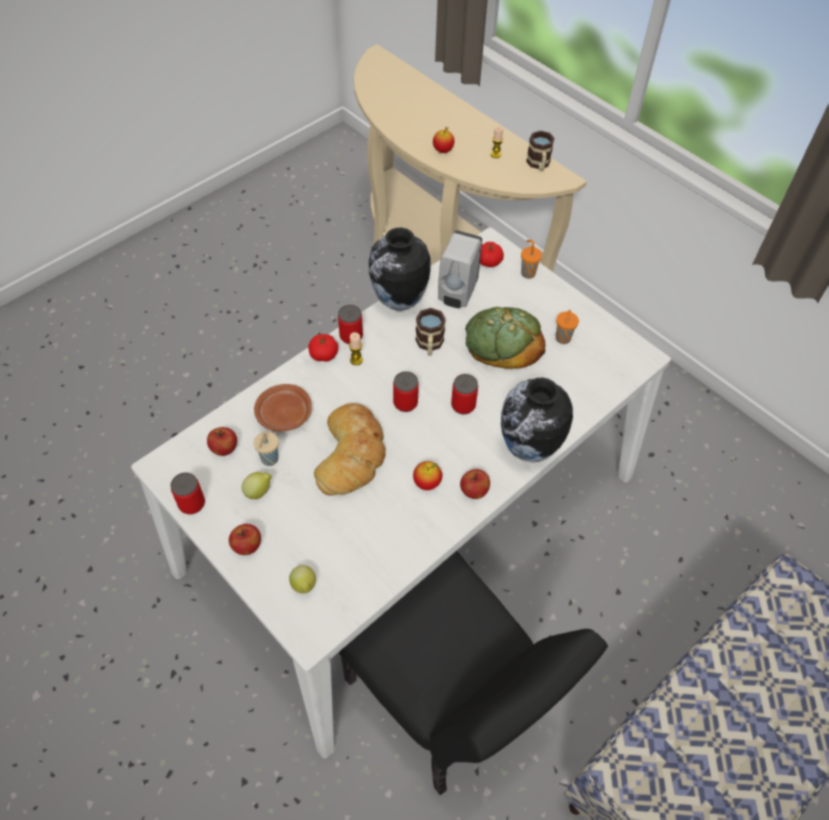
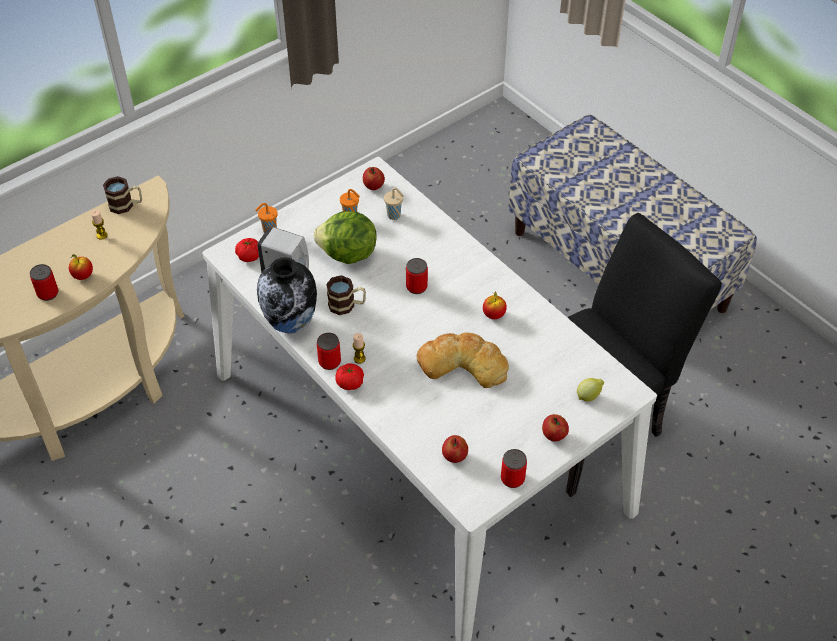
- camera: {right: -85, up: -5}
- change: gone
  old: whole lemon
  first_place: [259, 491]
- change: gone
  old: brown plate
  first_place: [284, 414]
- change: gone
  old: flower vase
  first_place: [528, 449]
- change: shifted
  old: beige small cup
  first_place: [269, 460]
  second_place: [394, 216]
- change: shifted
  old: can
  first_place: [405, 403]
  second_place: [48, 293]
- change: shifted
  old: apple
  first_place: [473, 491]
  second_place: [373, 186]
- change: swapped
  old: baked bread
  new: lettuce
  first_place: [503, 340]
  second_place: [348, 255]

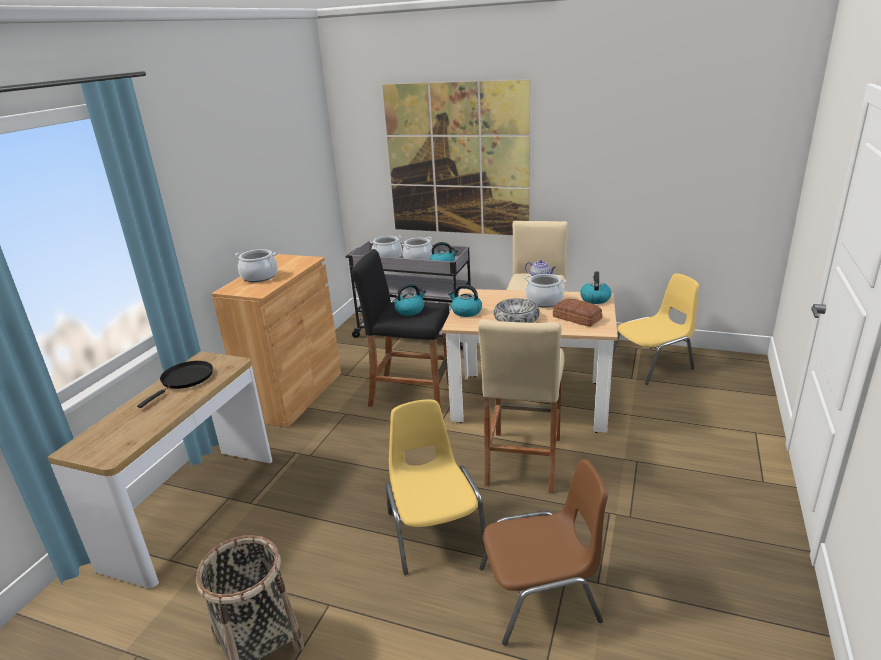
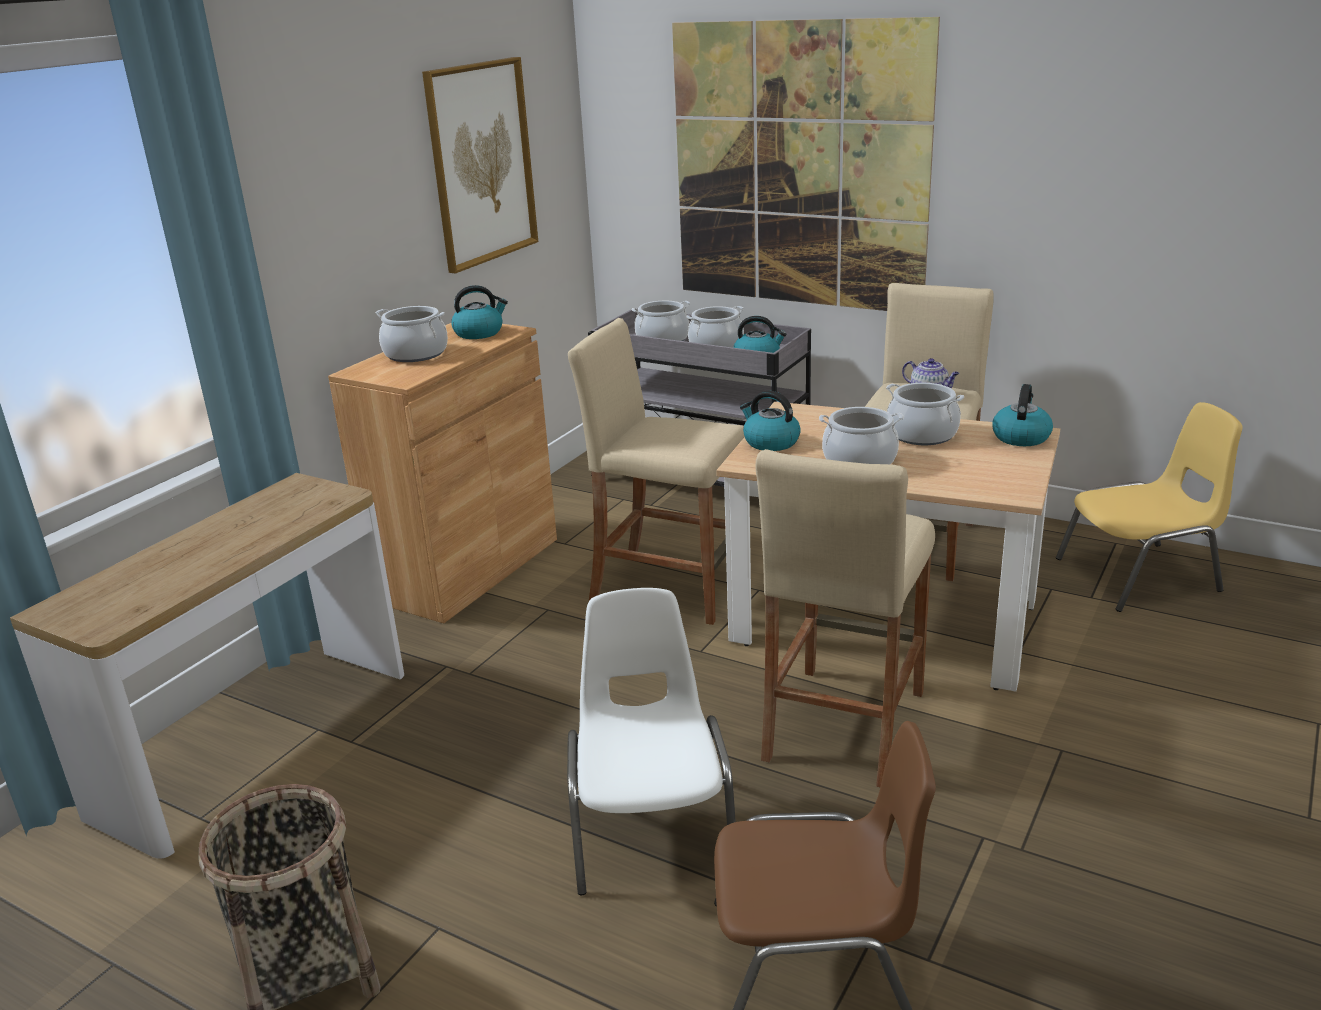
- camera: {right: 10, up: 0}
- change: gone
  old: black-coloured frying pan
  first_place: [185, 380]
- change: gone
  old: baked bread
  first_place: [577, 318]
- change: new
  new: wall picture
  second_place: [481, 163]
- change: shifted
  old: water kettle
  first_place: [410, 310]
  second_place: [479, 333]
- change: swapped
  old: bowl
  new: stockpot
  first_place: [516, 318]
  second_place: [859, 461]
- change: repainted
  old: black-coloured stool seat
  new: beige stool seat
  first_place: [411, 394]
  second_place: [670, 588]
- change: repainted
  old: yellowish upright chair
  new: white-coloured upright chair
  first_place: [434, 530]
  second_place: [651, 827]

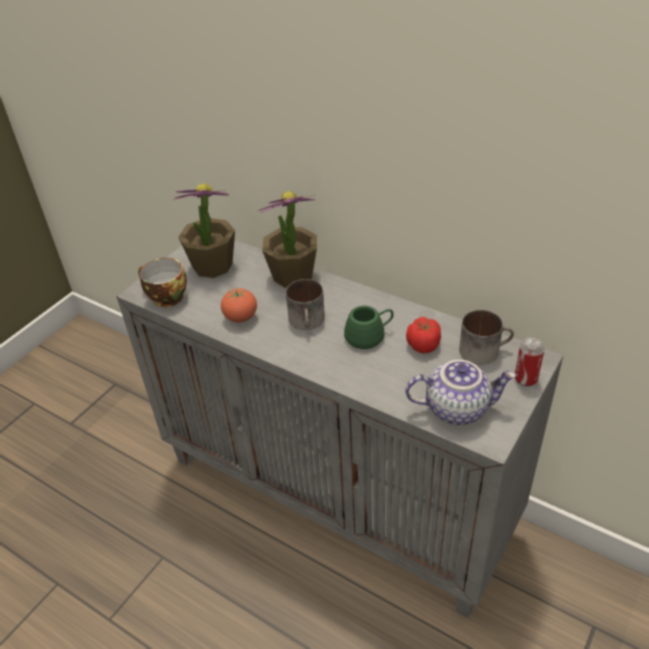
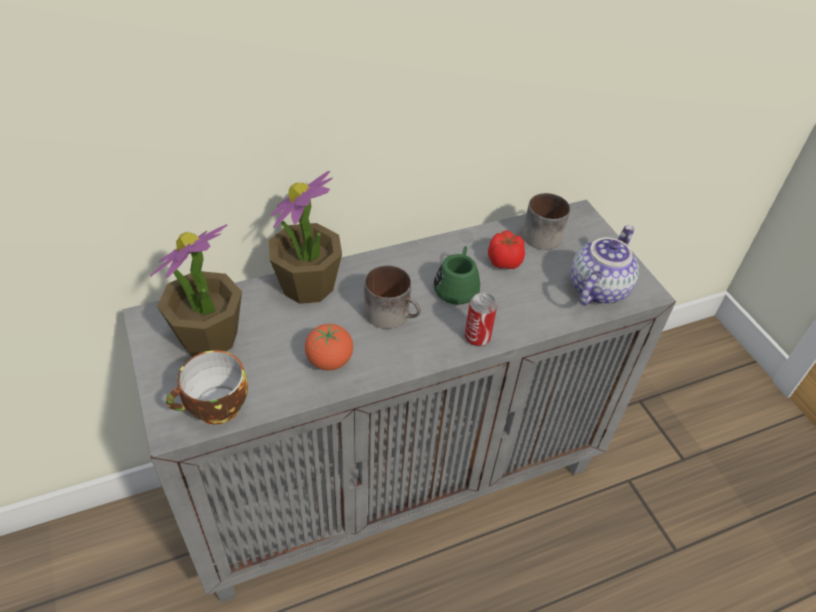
- camera: {right: -60, up: 5}
- change: shifted
  old: can
  first_place: [525, 379]
  second_place: [477, 337]

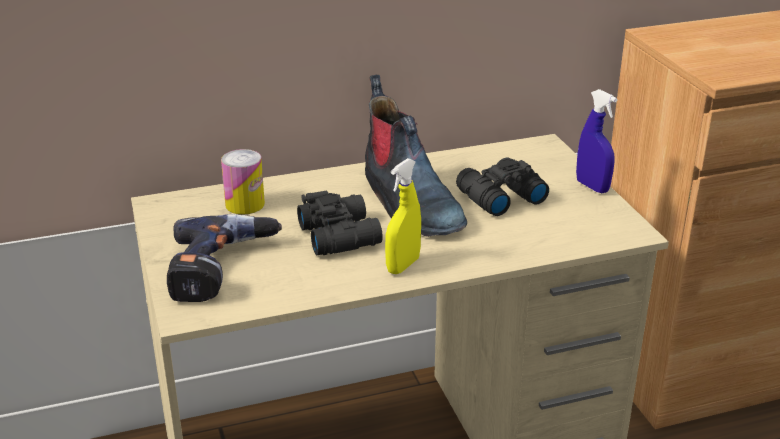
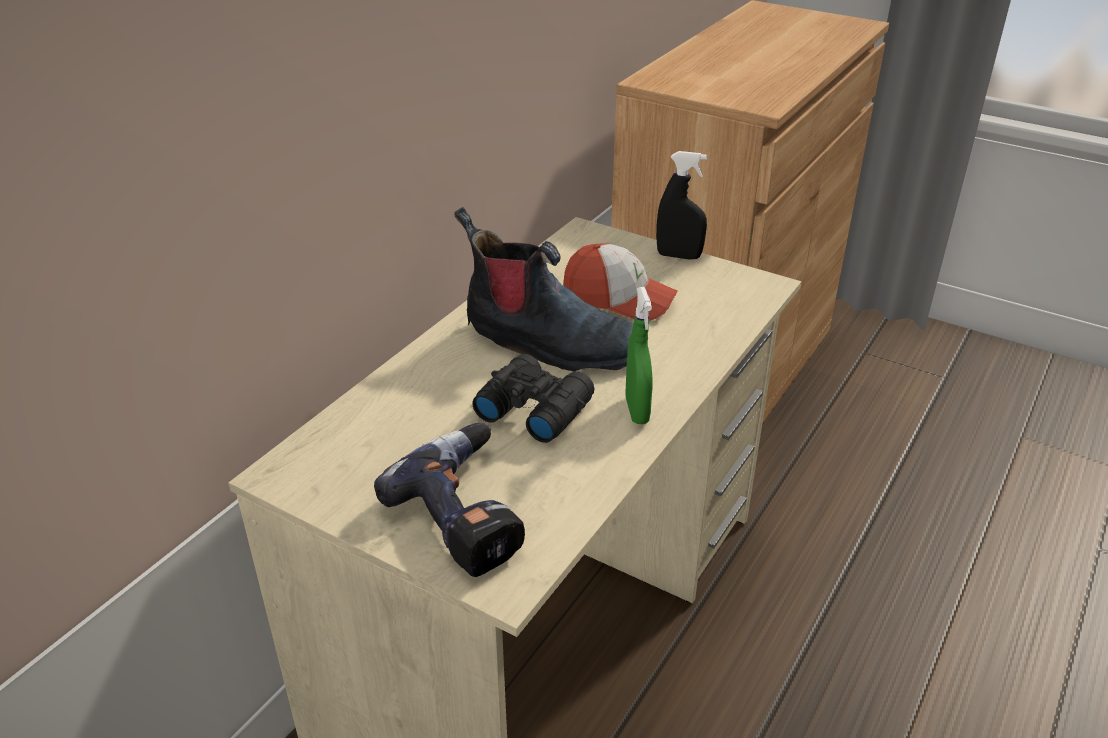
- camera: {right: -40, up: 5}
- change: gone
  old: can
  first_place: [245, 204]
- change: swapped
  old: black-coloured binoculars
  new: cap
  first_place: [498, 197]
  second_place: [618, 300]
- change: repainted
  old: yellowish hand sprayer
  new: green hand sprayer
  first_place: [403, 265]
  second_place: [637, 410]
- change: repainted
  old: bluish hand sprayer
  new: black-coloured hand sprayer
  first_place: [592, 186]
  second_place: [679, 256]

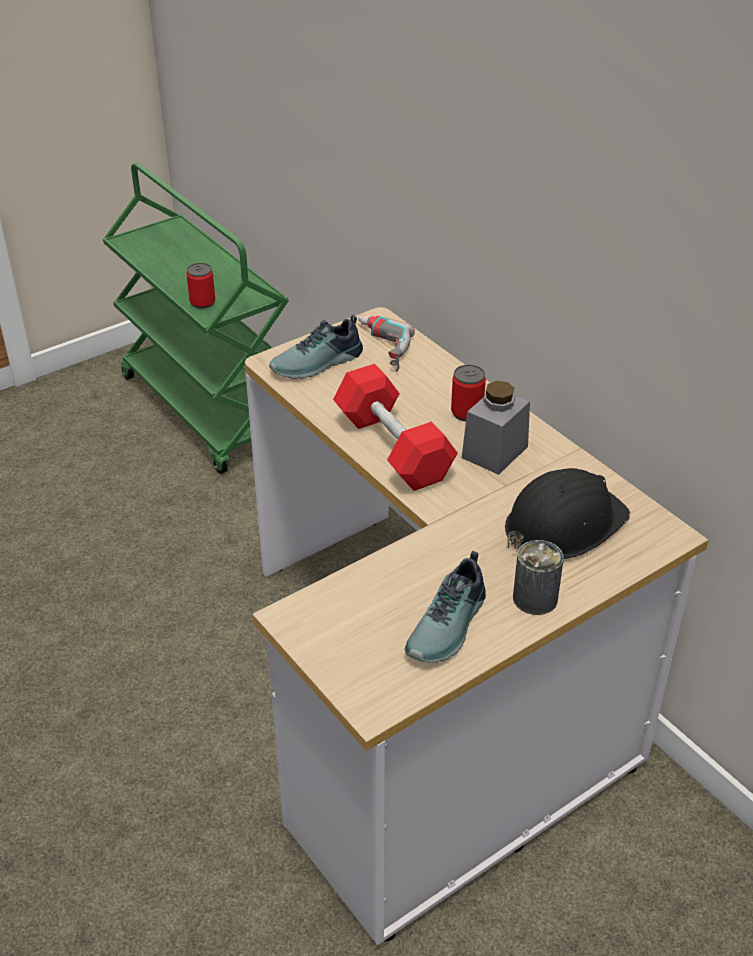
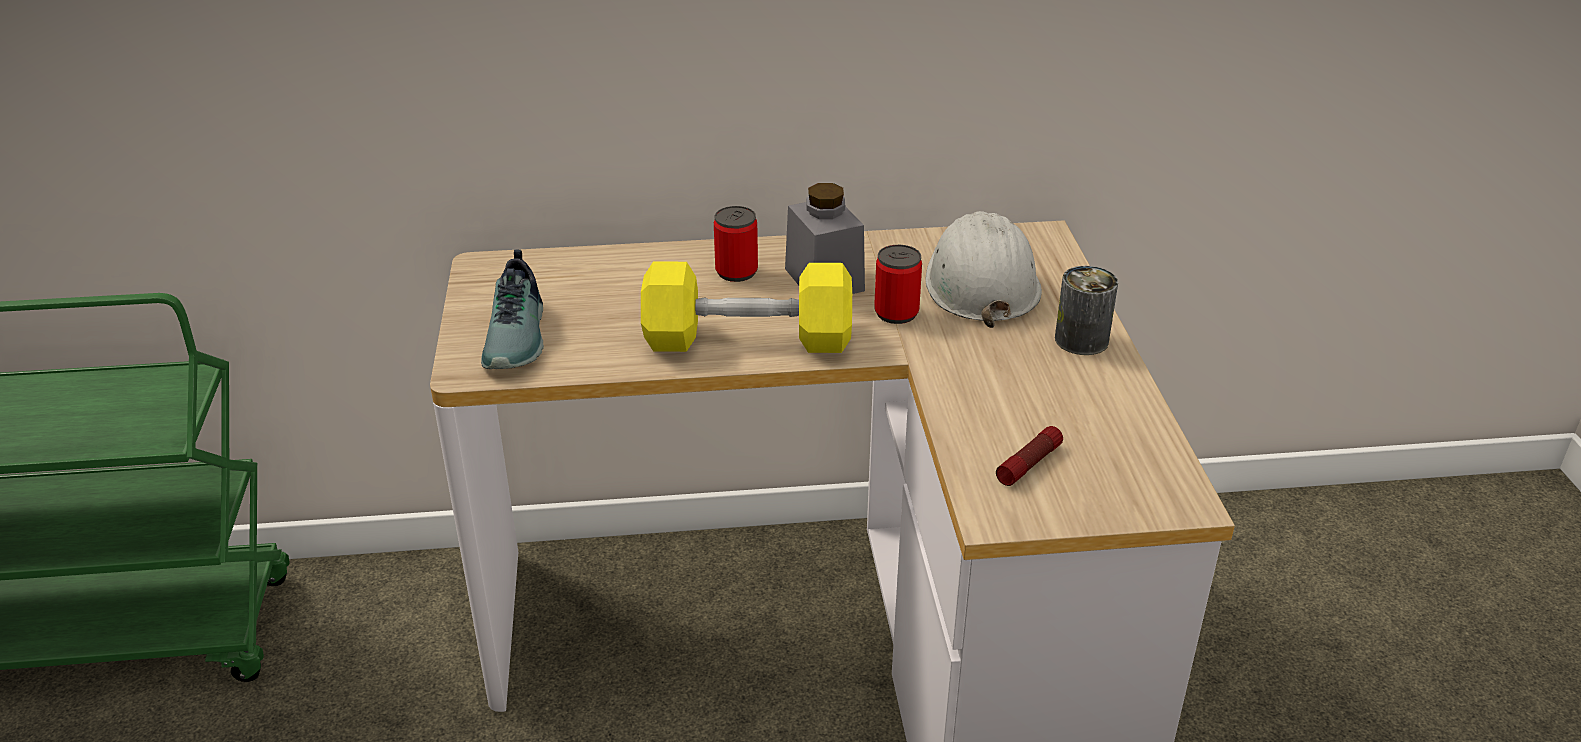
- camera: {right: -60, up: -5}
- change: gone
  old: power drill
  first_place: [378, 348]
- change: gone
  old: low shoe
  first_place: [450, 626]
- change: new
  new: torch
  second_place: [1029, 464]
- change: shifted
  old: can
  first_place: [202, 302]
  second_place: [896, 313]
- change: repainted
  old: red dumbbell
  new: yellowish dumbbell
  first_place: [393, 447]
  second_place: [748, 339]
- change: repainted
  old: black-coloured hard hat
  new: white-coloured hard hat
  first_place: [563, 524]
  second_place: [980, 283]

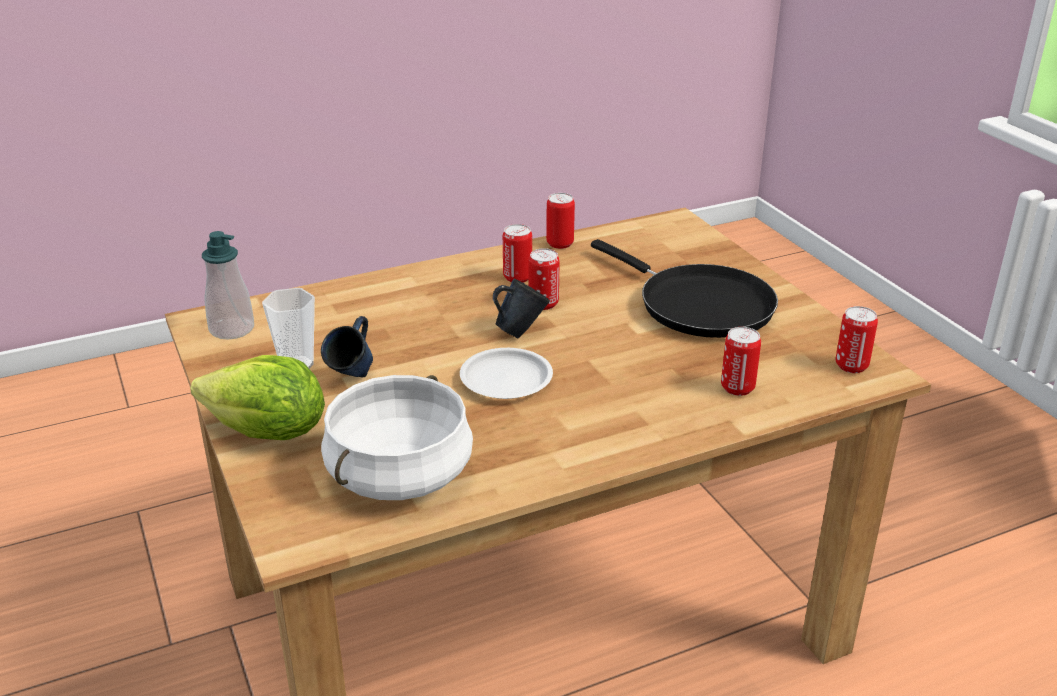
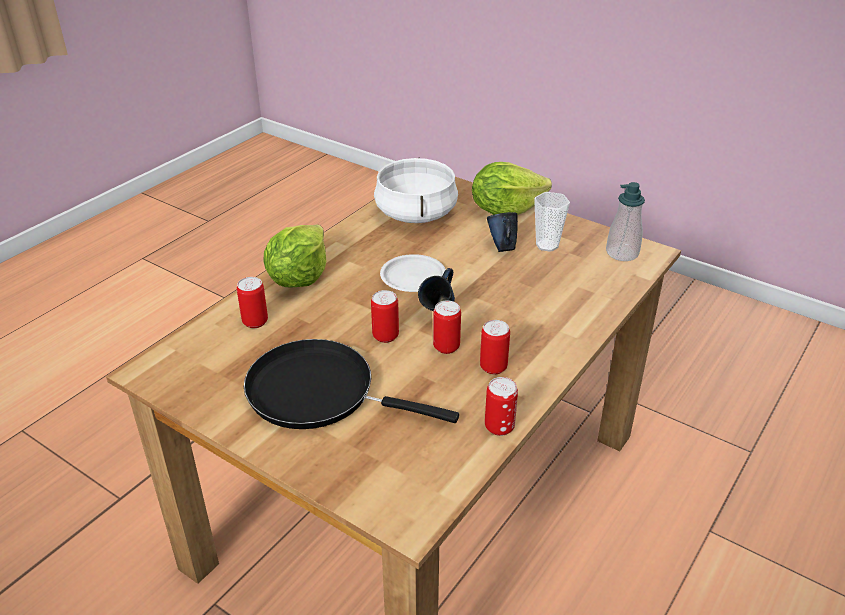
- camera: {right: 150, up: 5}
- change: new
  new: lettuce
  second_place: [299, 277]
- change: shifted
  old: can
  first_place: [851, 366]
  second_place: [385, 336]

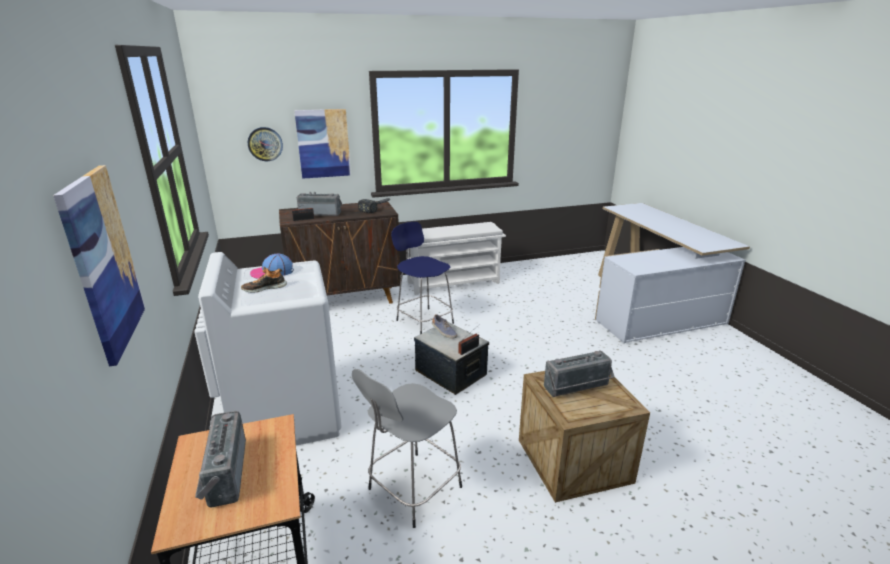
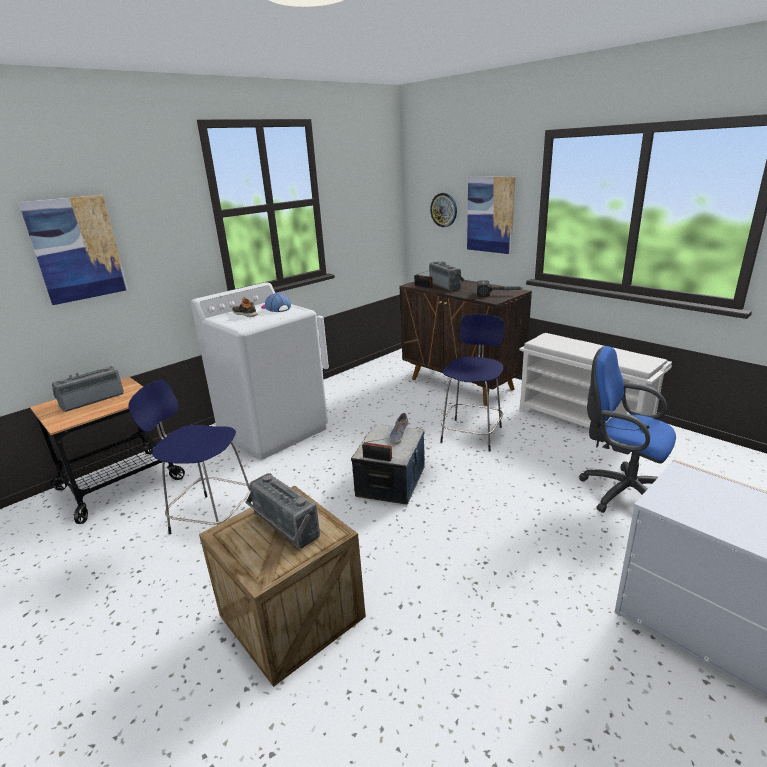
- camera: {right: 65, up: 0}
- change: new
  new: bluish computer chair
  second_place: [621, 492]
- change: repainted
  old: greyish stool seat
  new: bluish stool seat
  first_place: [412, 490]
  second_place: [211, 518]

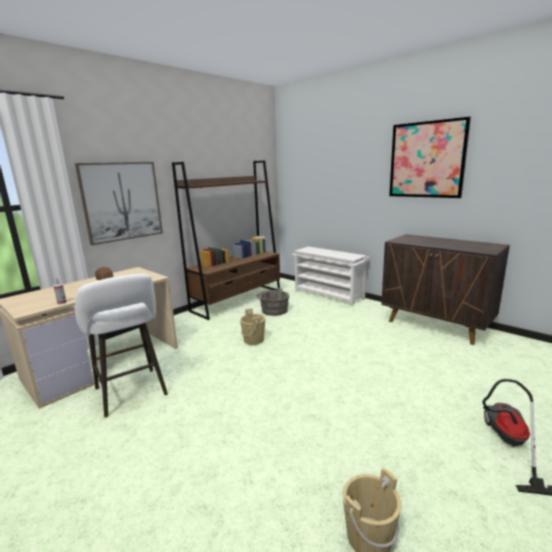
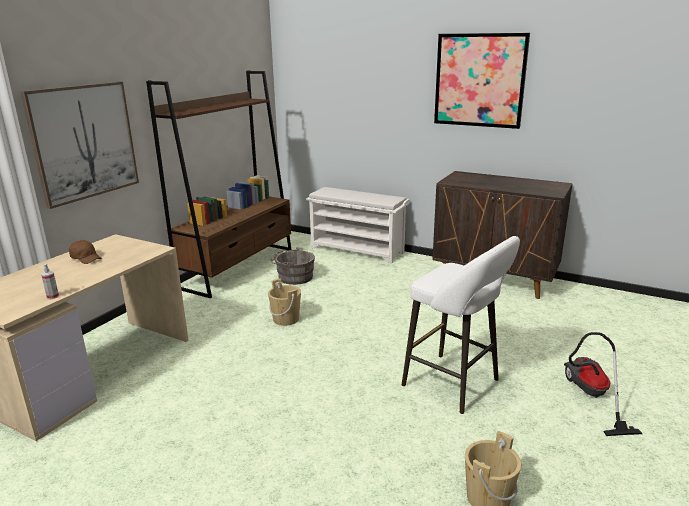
- camera: {right: -15, up: 5}
- change: shifted
  old: white-coloured stool seat
  first_place: [132, 393]
  second_place: [455, 384]

